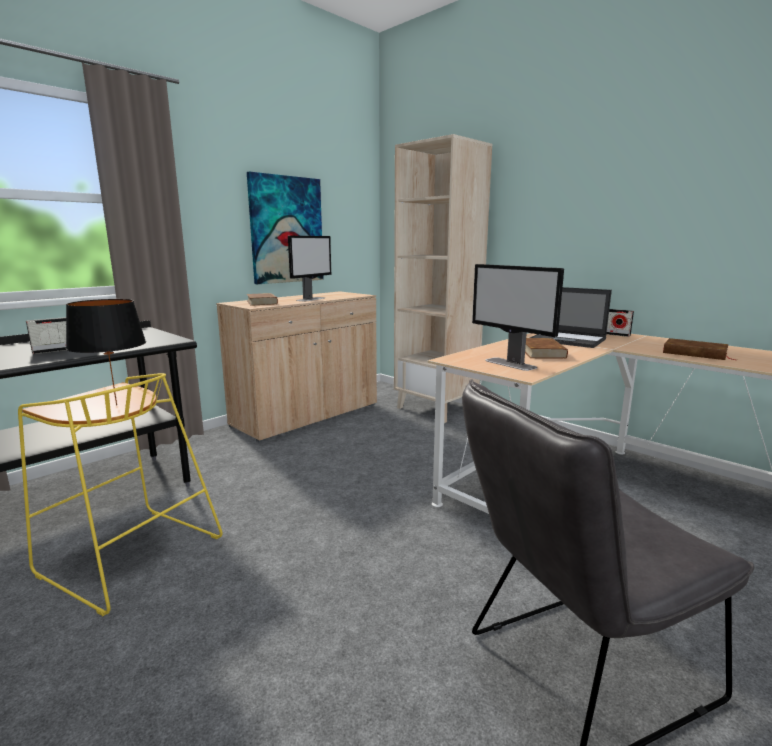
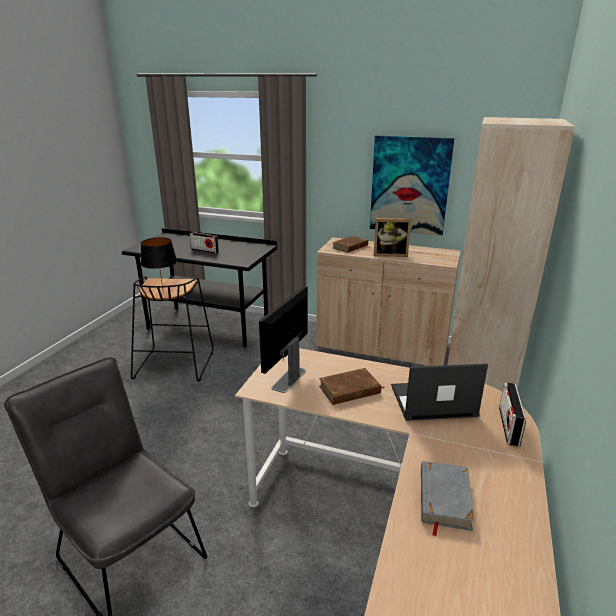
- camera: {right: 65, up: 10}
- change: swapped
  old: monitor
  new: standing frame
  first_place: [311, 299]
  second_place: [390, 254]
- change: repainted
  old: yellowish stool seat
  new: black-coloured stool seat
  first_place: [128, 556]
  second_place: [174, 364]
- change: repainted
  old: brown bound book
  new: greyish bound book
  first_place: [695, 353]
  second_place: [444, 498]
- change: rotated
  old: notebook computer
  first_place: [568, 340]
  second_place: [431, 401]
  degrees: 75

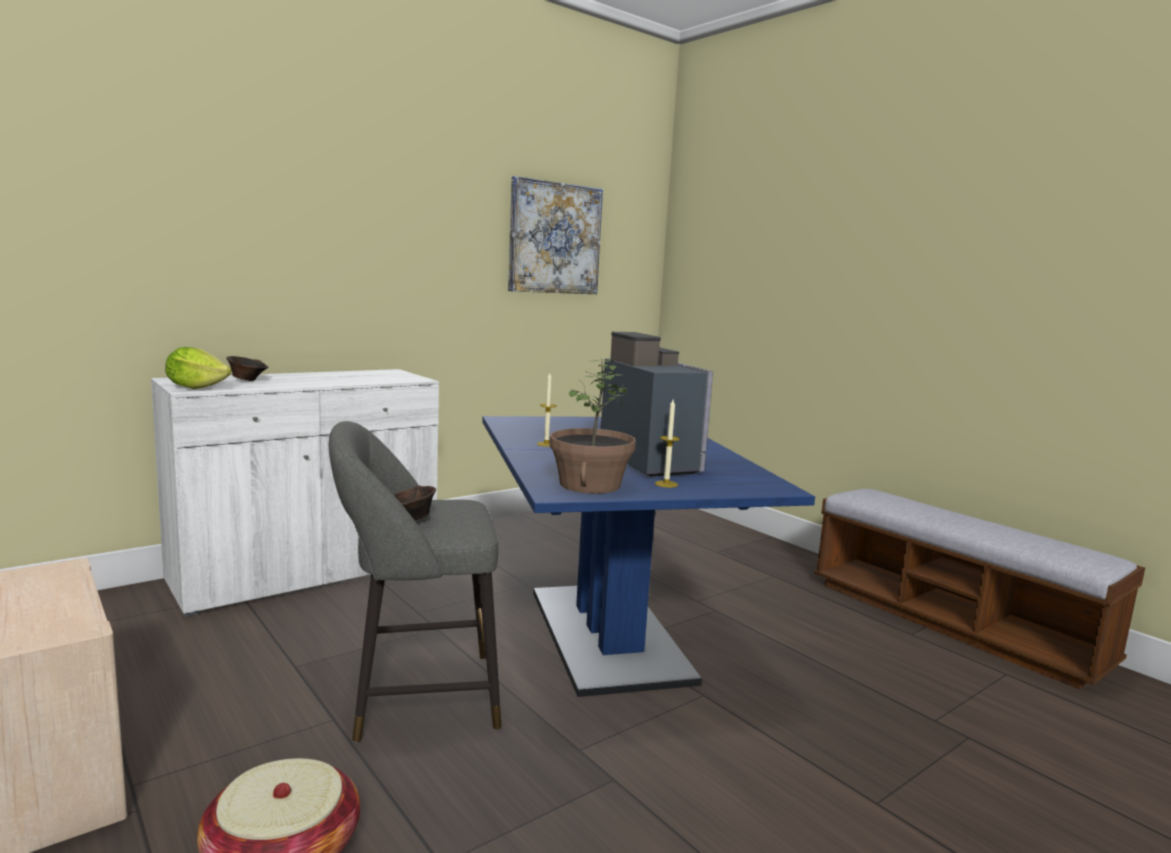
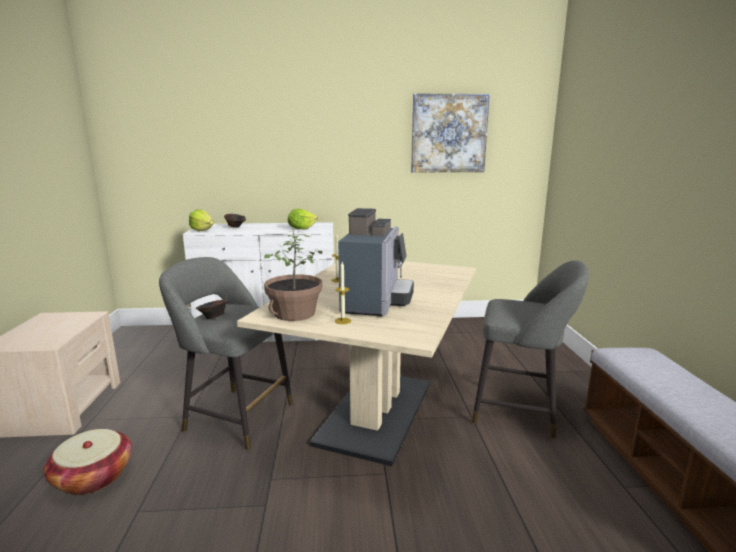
- camera: {right: 35, up: 5}
- change: new
  new: lettuce
  second_place: [301, 228]
- change: new
  new: greyish stool seat
  second_place: [520, 410]
- change: repainted
  old: bluish dinner table
  new: beige dinner table
  first_place: [607, 634]
  second_place: [376, 412]

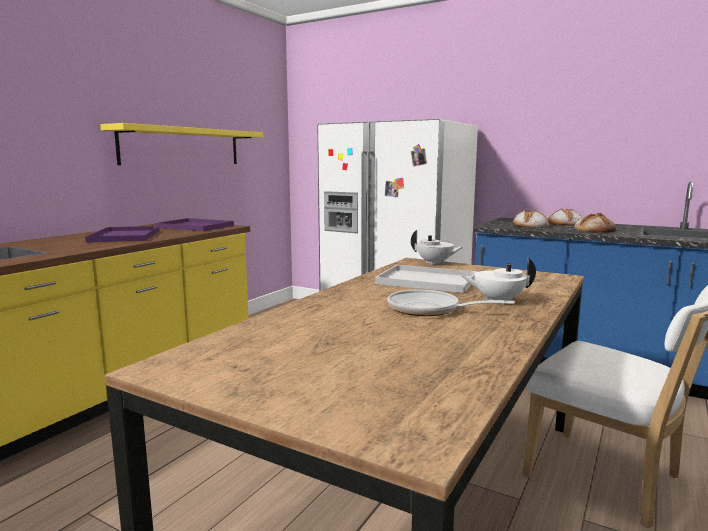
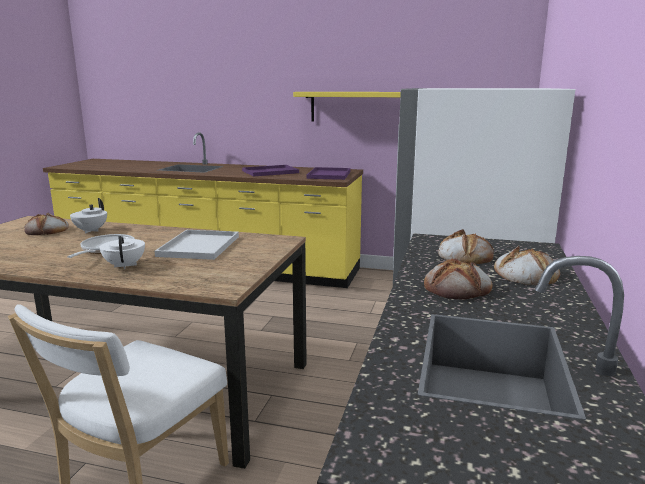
- camera: {right: 75, up: 5}
- change: new
  new: baked bread
  second_place: [47, 230]
- change: shifted
  old: white-coloured teapot
  first_place: [435, 263]
  second_place: [90, 231]

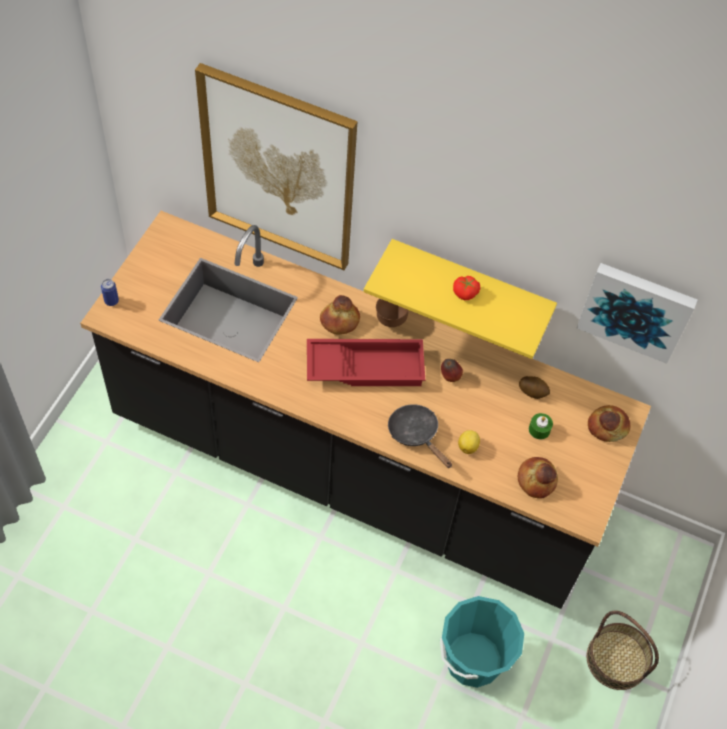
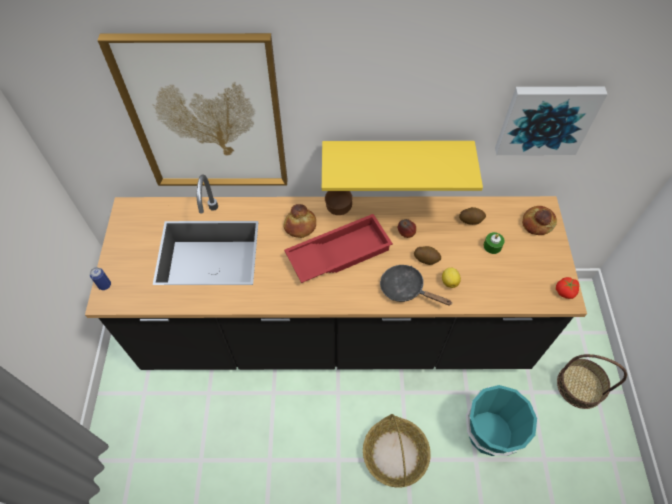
- camera: {right: -20, up: 0}
- change: gone
  old: baked bread
  first_place: [537, 480]
- change: new
  new: household basket
  second_place: [395, 455]
- change: new
  new: whole potato
  second_place: [426, 259]
- change: shifted
  old: fresh tomato
  first_place: [465, 293]
  second_place: [565, 291]

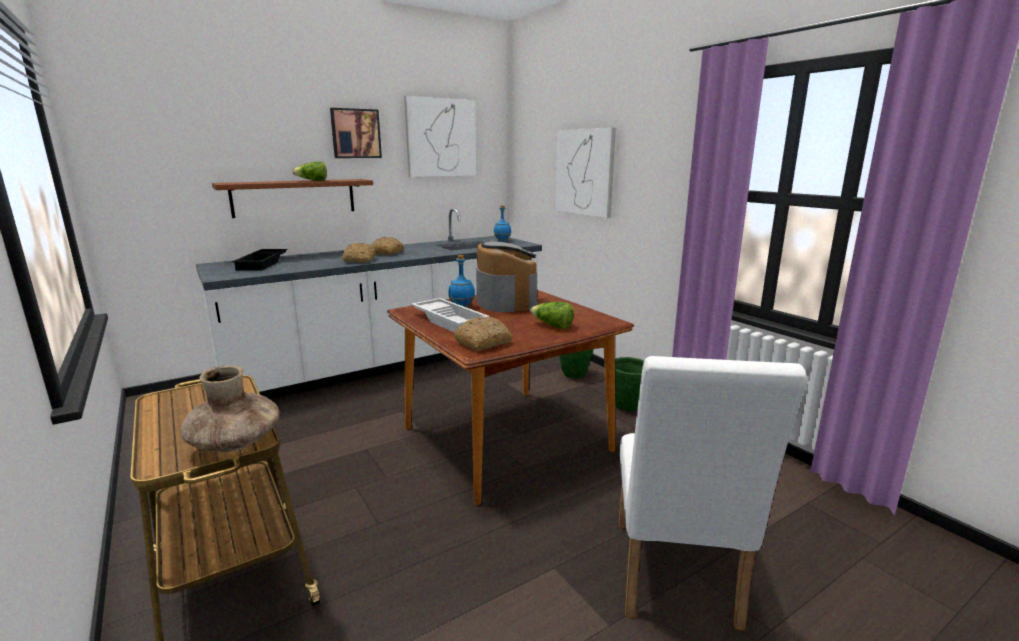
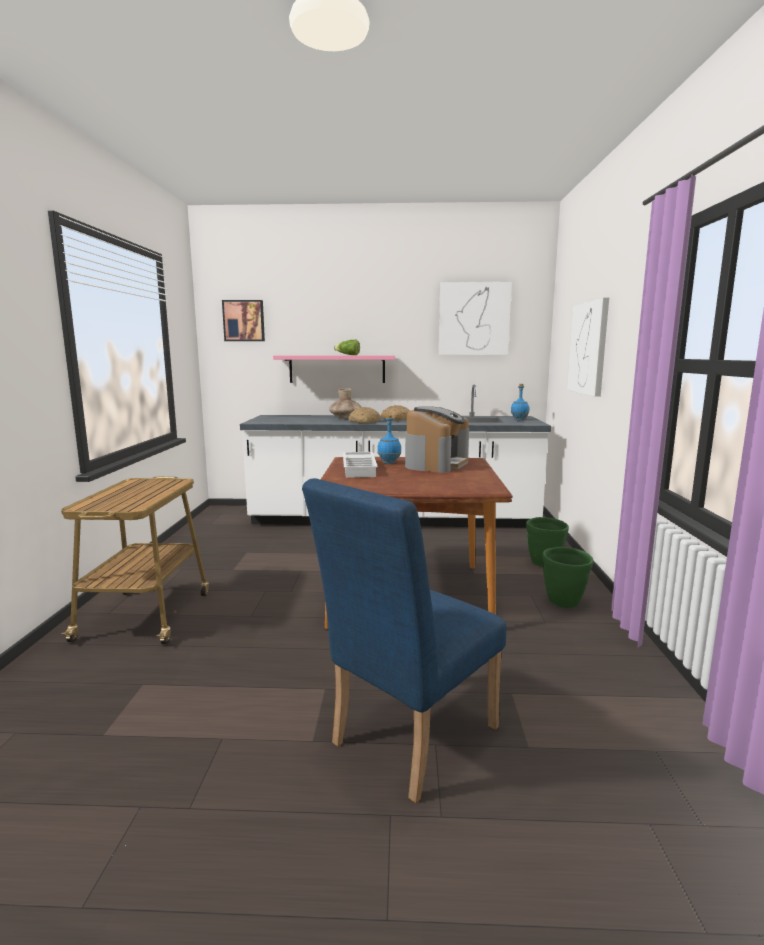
- camera: {right: 35, up: -5}
- change: gone
  old: black-coloured serving tray
  first_place: [263, 263]
- change: gone
  old: baked bread
  first_place: [483, 342]
- change: gone
  old: lettuce
  first_place: [552, 326]
- change: shifted
  old: brown flower vase
  first_place: [235, 443]
  second_place: [345, 418]
- change: shifted
  old: wall picture
  first_place: [355, 133]
  second_place: [244, 321]
- change: repainted
  old: brown shelf
  new: pink shelf
  first_place: [294, 197]
  second_place: [337, 369]
- change: repainted
  old: white-coloured upright chair
  new: bluish upright chair
  first_place: [674, 581]
  second_place: [406, 741]

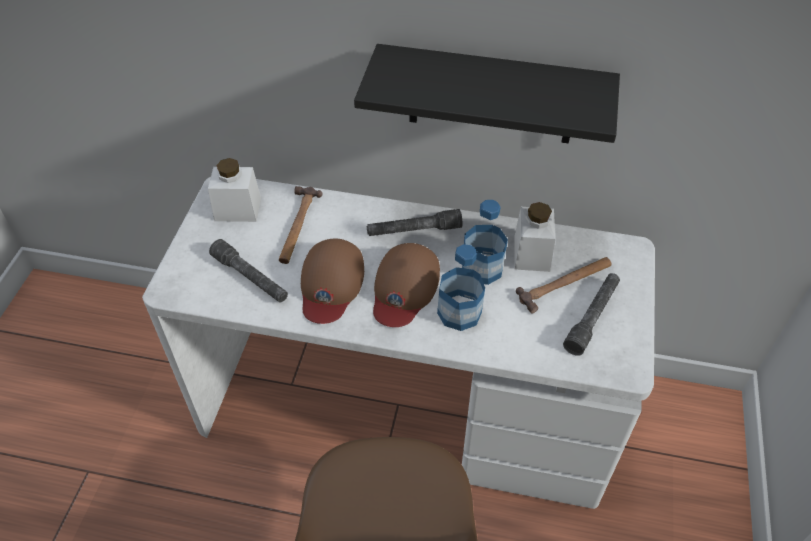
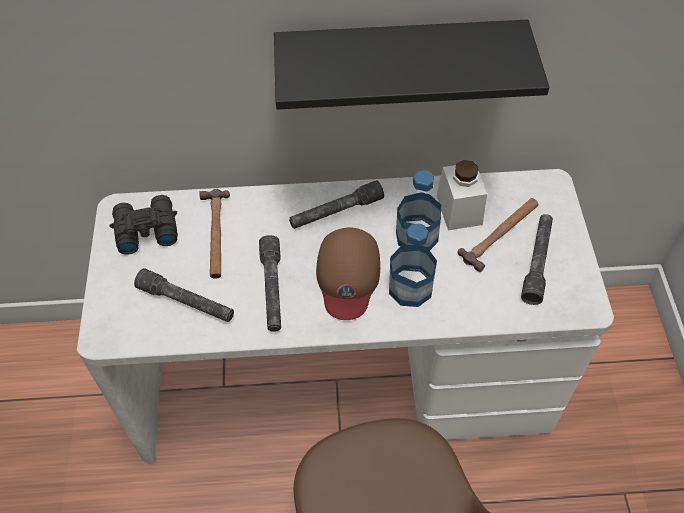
- camera: {right: -15, up: 5}
- change: swapped
  old: white-coloured preserve jar
  new: black-coloured binoculars
  first_place: [237, 209]
  second_place: [145, 229]
- change: swapped
  old: brown cap
  new: greyish torch
  first_place: [331, 284]
  second_place: [272, 289]

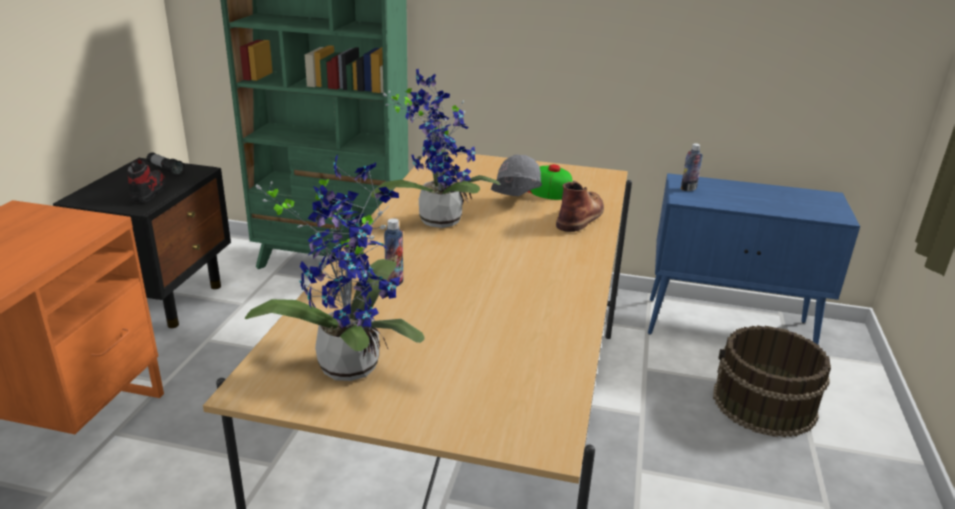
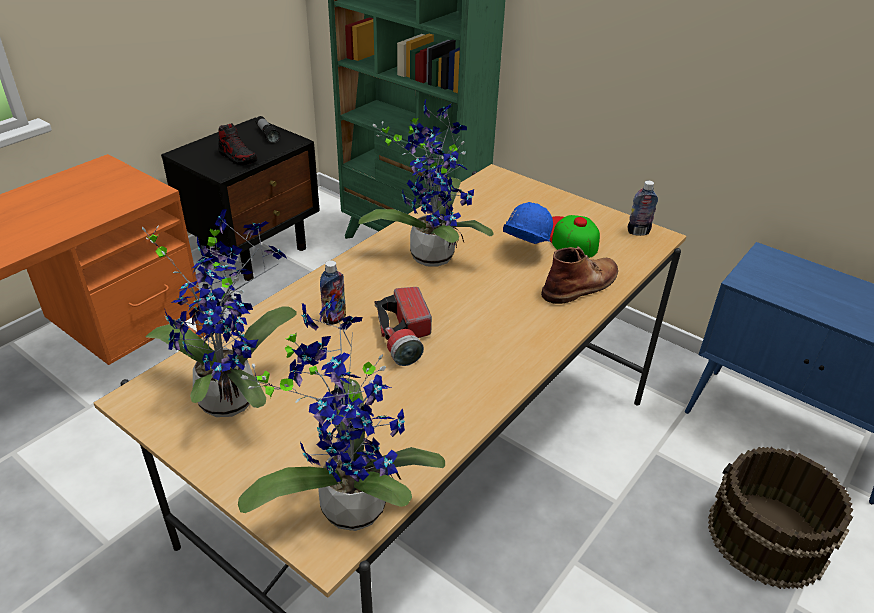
- camera: {right: 25, up: 10}
- change: new
  new: plant in a pot
  second_place: [349, 500]
- change: new
  new: torch
  second_place: [405, 337]
- change: shifted
  old: bottle
  first_place: [688, 189]
  second_place: [638, 232]
- change: repainted
  old: greyish hard hat
  new: bluish hard hat
  first_place: [514, 203]
  second_place: [523, 252]
- change: rotated
  old: low shoe
  first_place: [148, 192]
  second_place: [238, 157]
  degrees: 105

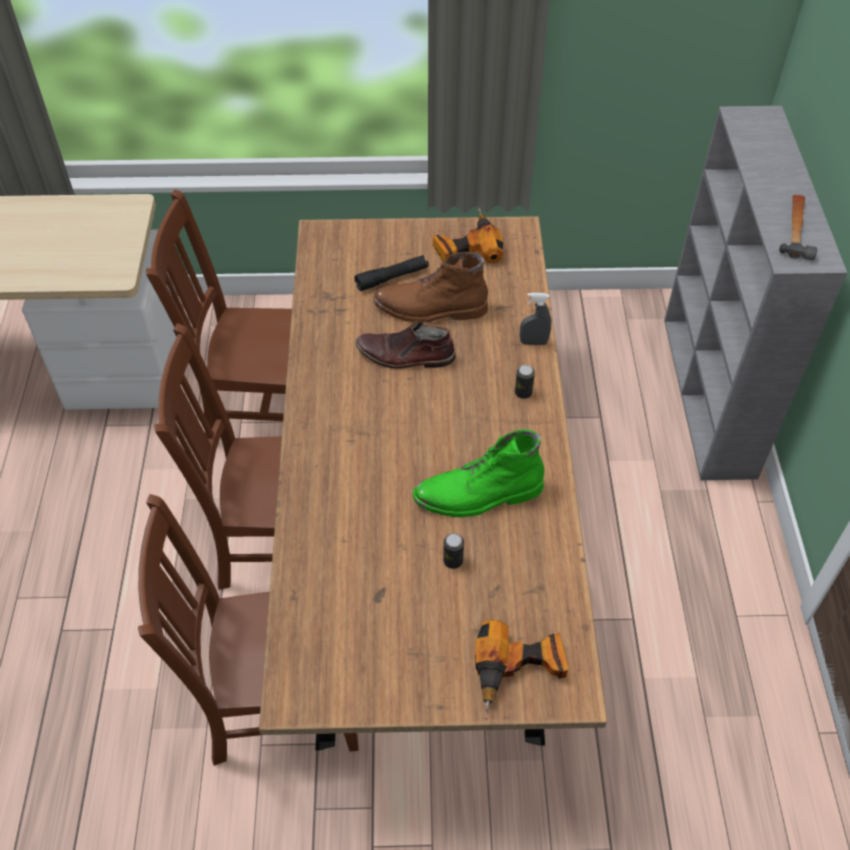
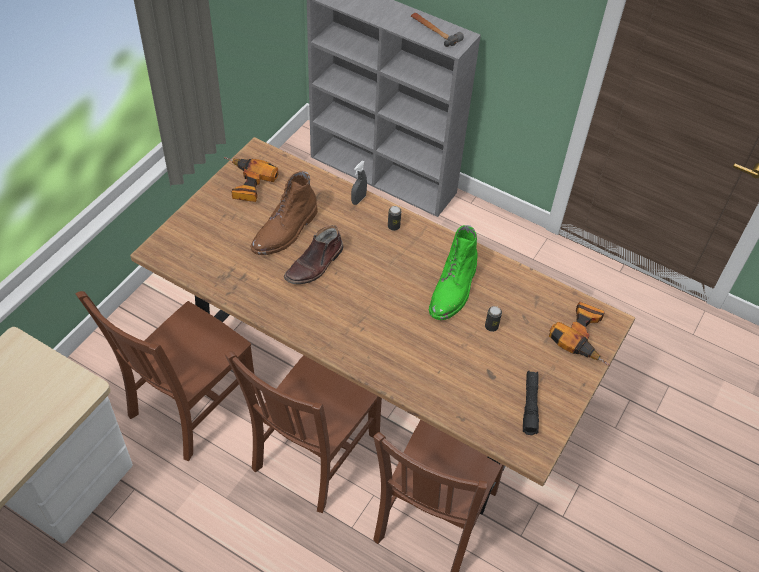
- camera: {right: -60, up: 0}
- change: shifted
  old: black-coloured torch
  first_place: [392, 278]
  second_place: [530, 405]

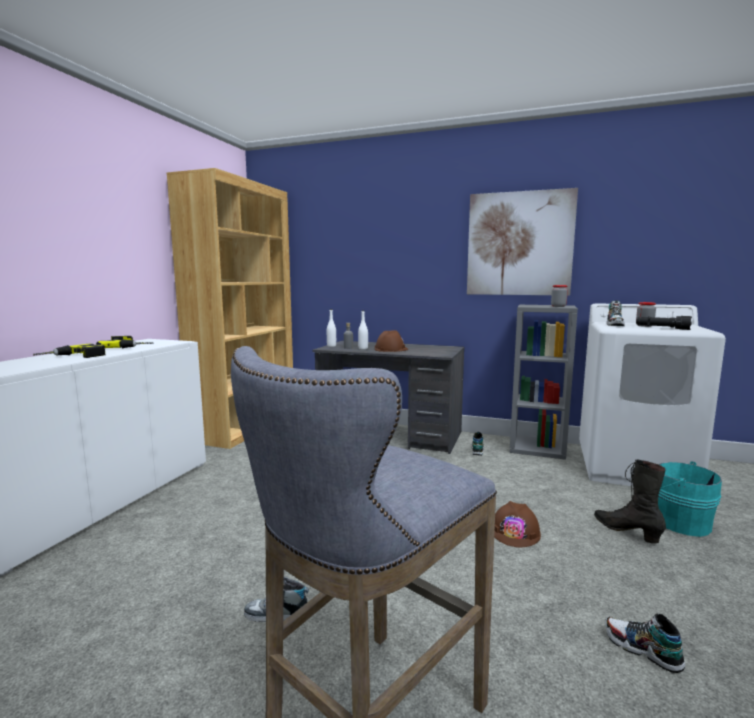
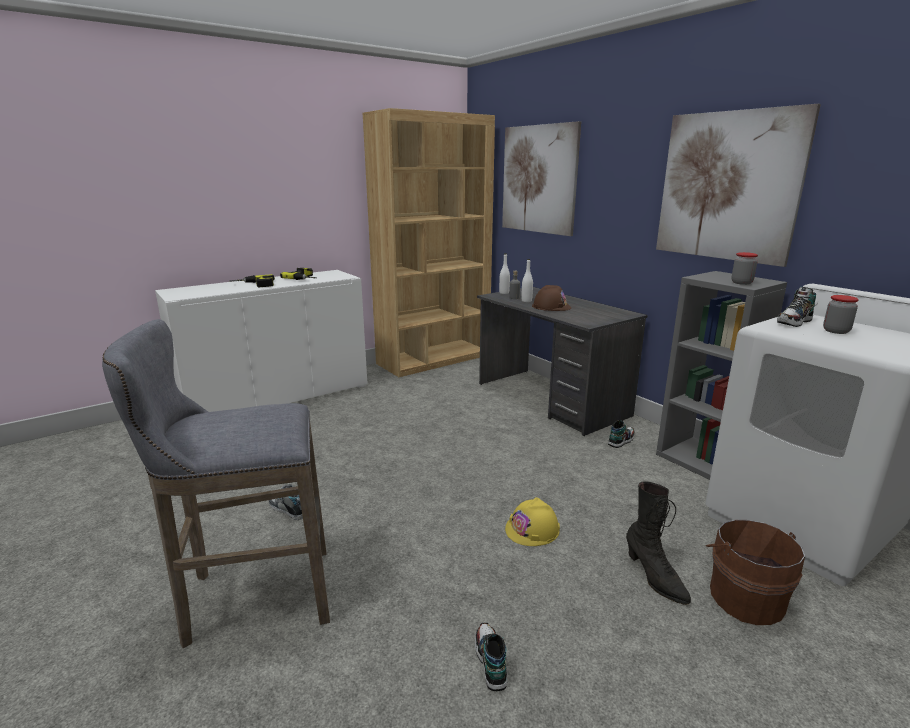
- camera: {right: 35, up: 10}
- change: gone
  old: black-coloured torch
  first_place: [662, 328]
- change: new
  new: wall picture
  second_place: [539, 179]
- change: repainted
  old: brown hard hat
  new: yellowish hard hat
  first_place: [515, 532]
  second_place: [532, 529]
- change: repainted
  old: blue-green water bucket
  new: brown water bucket
  first_place: [678, 521]
  second_place: [744, 597]
- change: rotated
  old: black-coloured boot
  first_place: [626, 531]
  second_place: [654, 578]
  degrees: 150

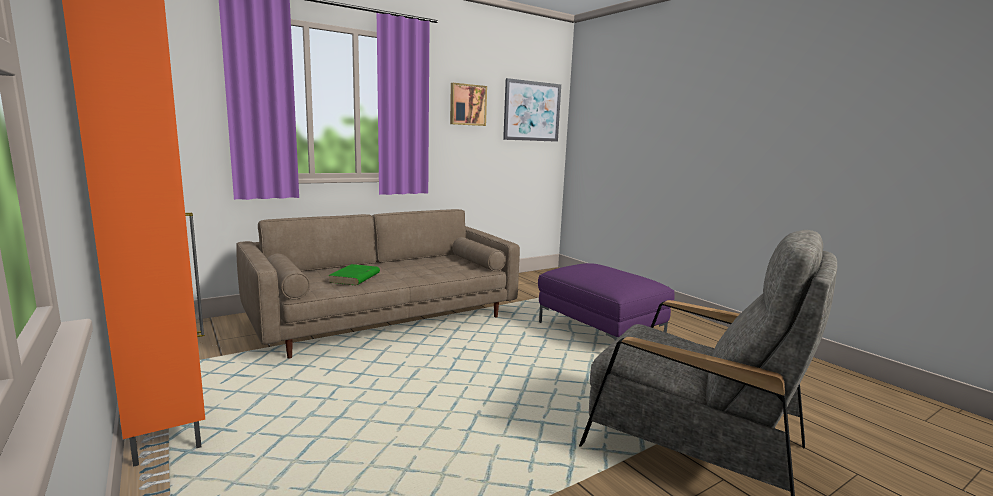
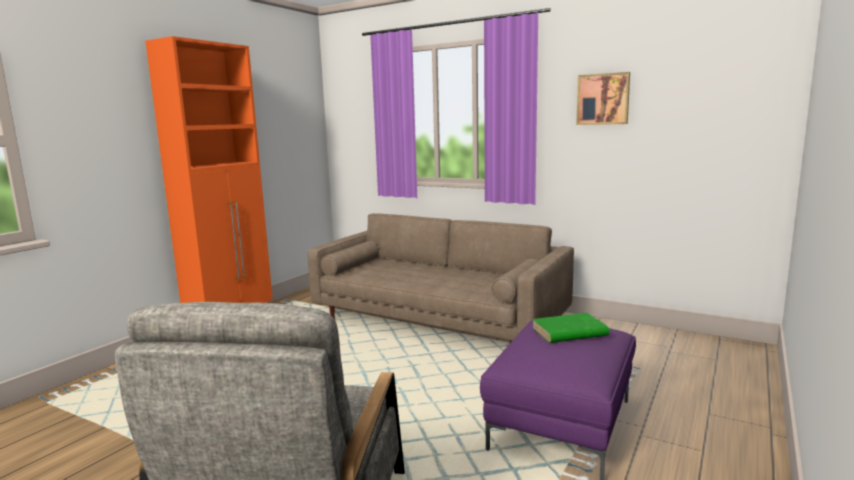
- camera: {right: 65, up: 0}
- change: gone
  old: wall picture
  first_place: [532, 111]
- change: shifted
  old: green bound book
  first_place: [354, 278]
  second_place: [568, 332]

